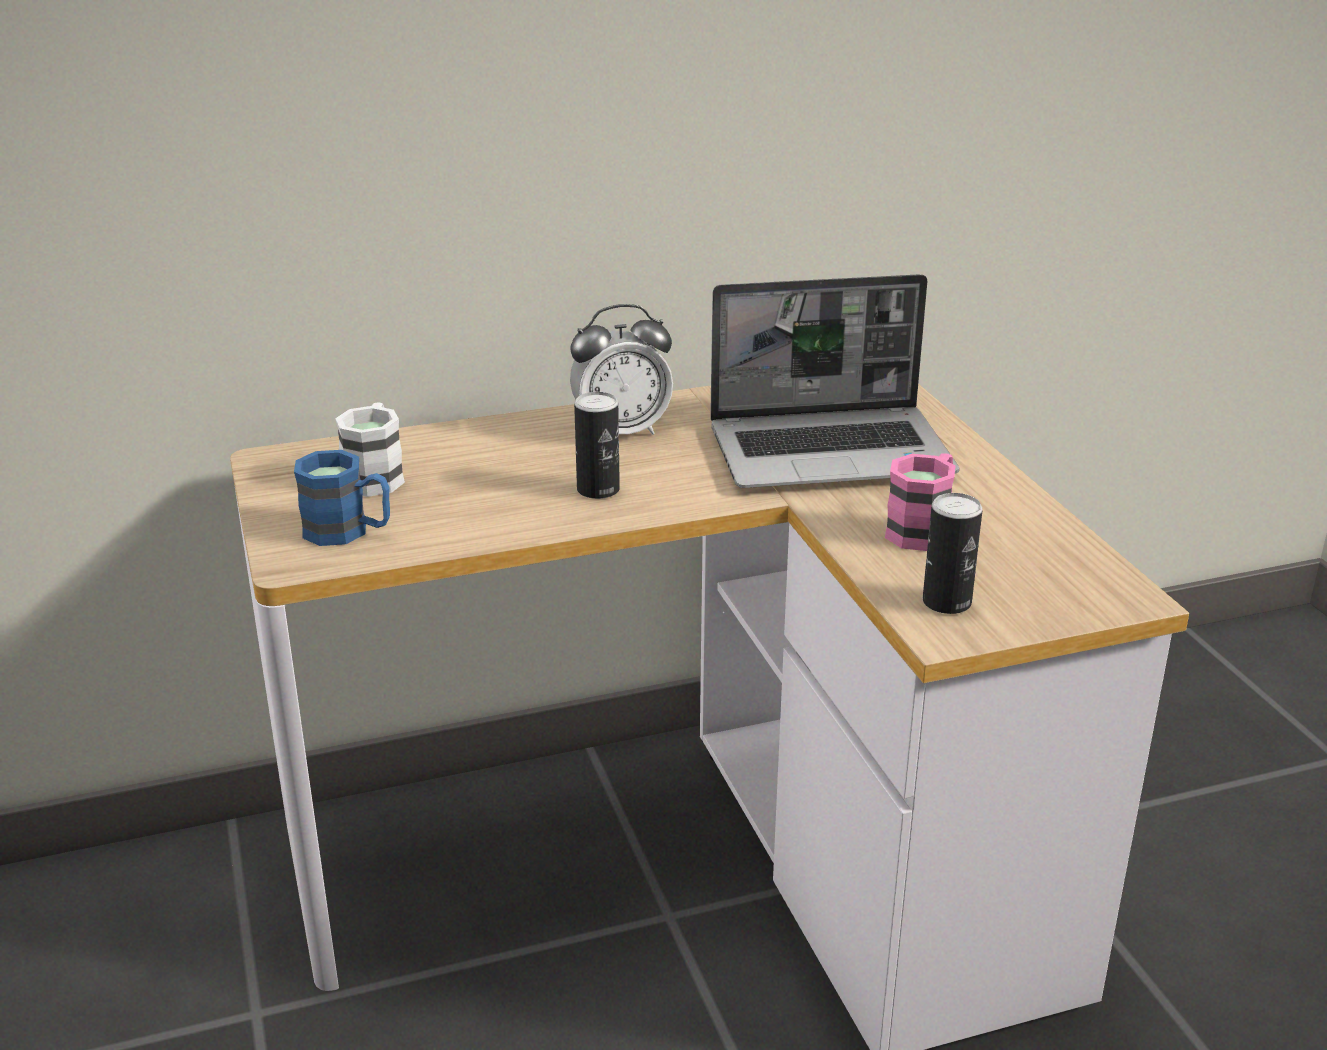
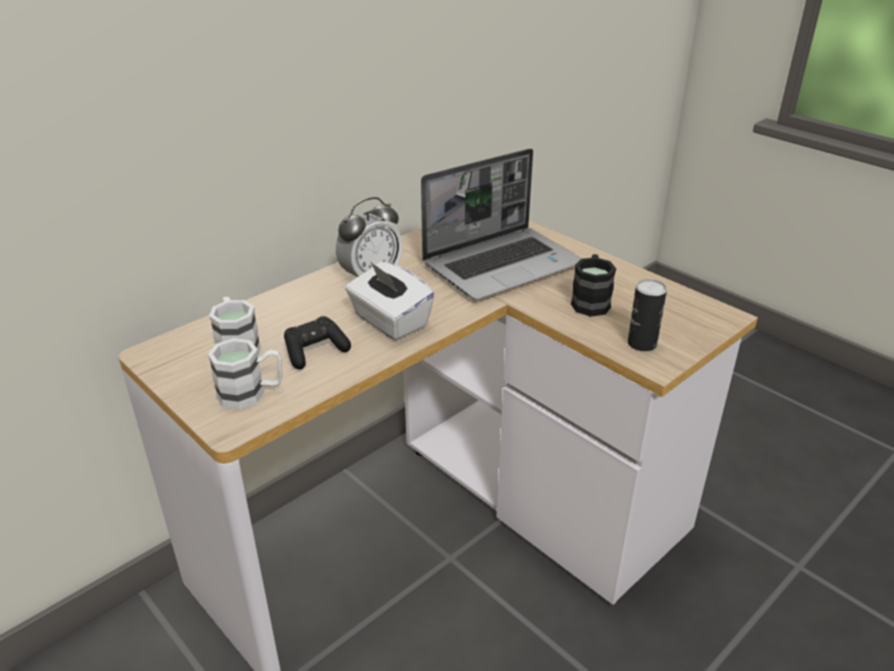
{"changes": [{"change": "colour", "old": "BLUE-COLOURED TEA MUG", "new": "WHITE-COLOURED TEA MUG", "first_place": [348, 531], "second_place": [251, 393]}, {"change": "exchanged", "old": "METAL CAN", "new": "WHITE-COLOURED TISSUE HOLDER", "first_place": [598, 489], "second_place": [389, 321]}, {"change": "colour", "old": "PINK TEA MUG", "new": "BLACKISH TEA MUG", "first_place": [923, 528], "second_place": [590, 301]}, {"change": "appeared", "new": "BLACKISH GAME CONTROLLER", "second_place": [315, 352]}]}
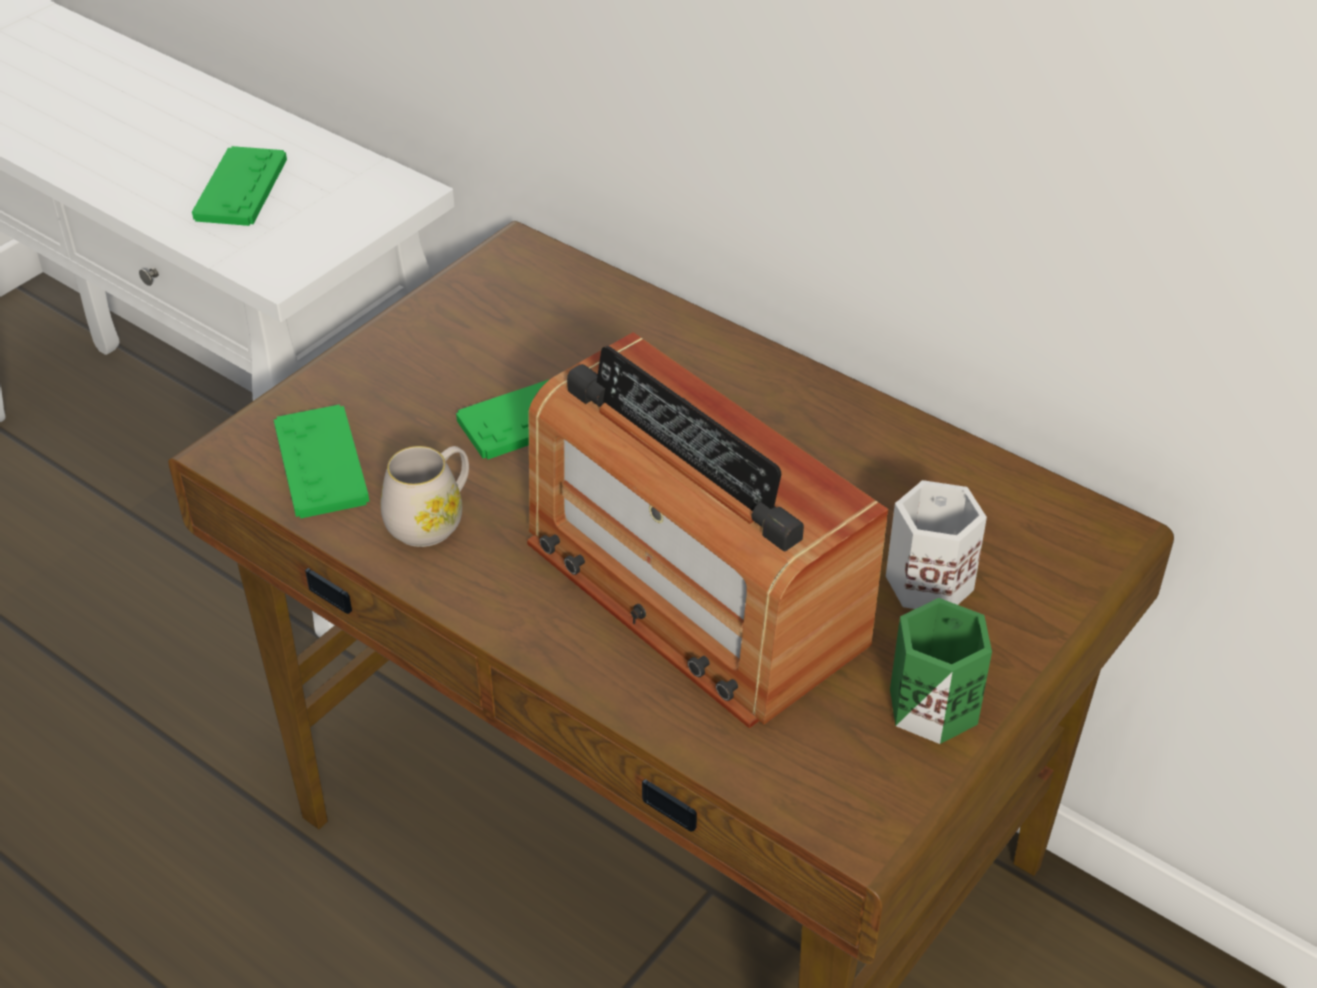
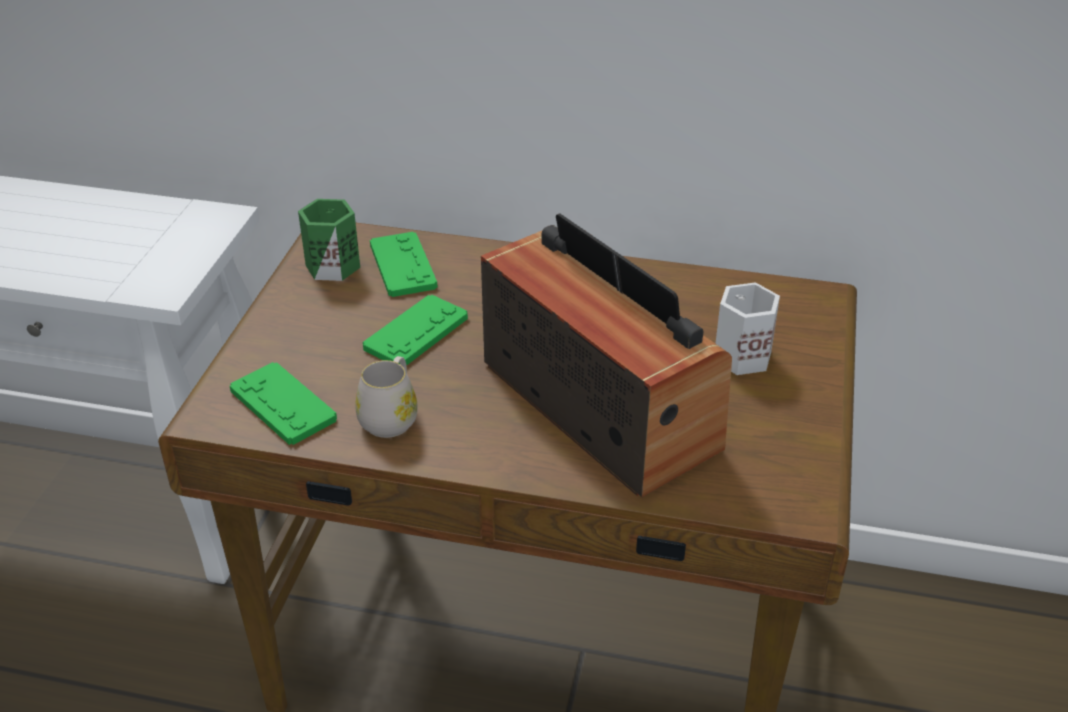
{"changes": [{"change": "relocated", "old": "GREEN GAME CONTROLLER", "first_place": [241, 188], "second_place": [403, 266]}, {"change": "spun", "old": "RADIO SET", "first_place": [693, 590], "second_place": [600, 406], "degrees": -150}, {"change": "relocated", "old": "GREEN TEA MUG", "first_place": [932, 702], "second_place": [331, 265]}]}
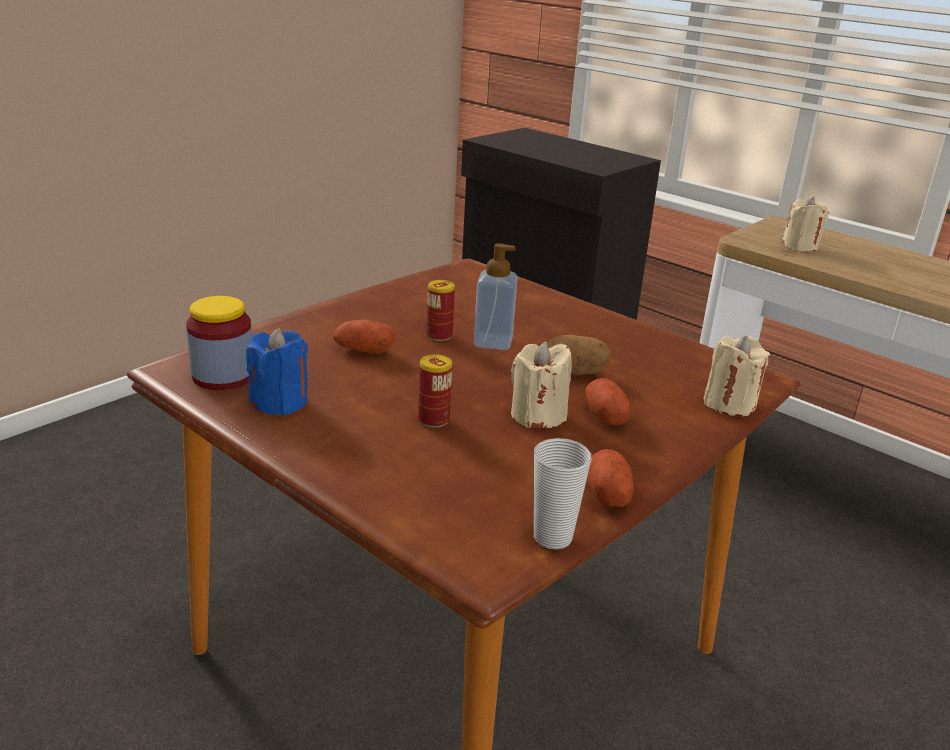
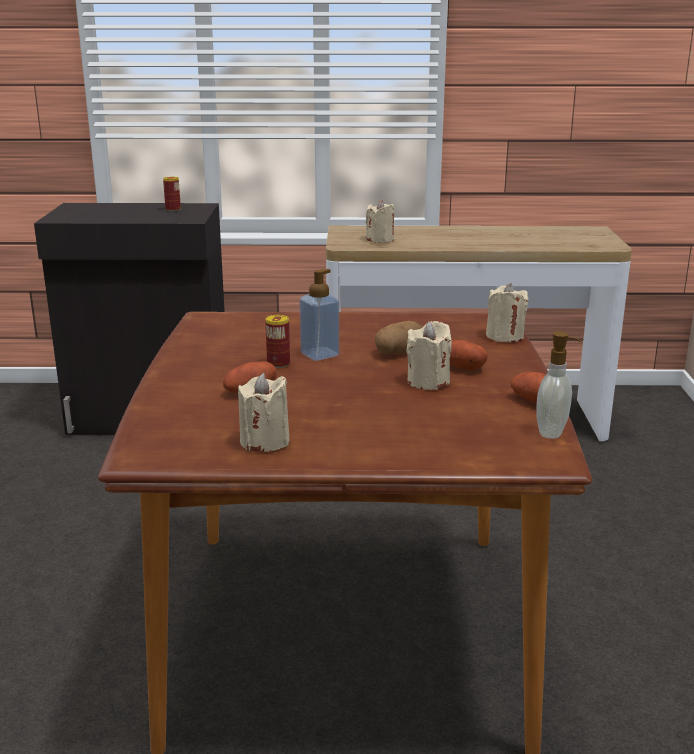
{"changes": [{"change": "missing", "old": "JAR", "first_place": [223, 376]}, {"change": "colour", "old": "BLUE-COLOURED WAX CANDLE", "new": "BEIGE WAX CANDLE", "first_place": [280, 402], "second_place": [264, 441]}, {"change": "relocated", "old": "METAL CAN", "first_place": [434, 420], "second_place": [173, 209]}, {"change": "exchanged", "old": "DRINKING CUP", "new": "LIQUID SOAP BOTTLE", "first_place": [552, 537], "second_place": [553, 432]}]}
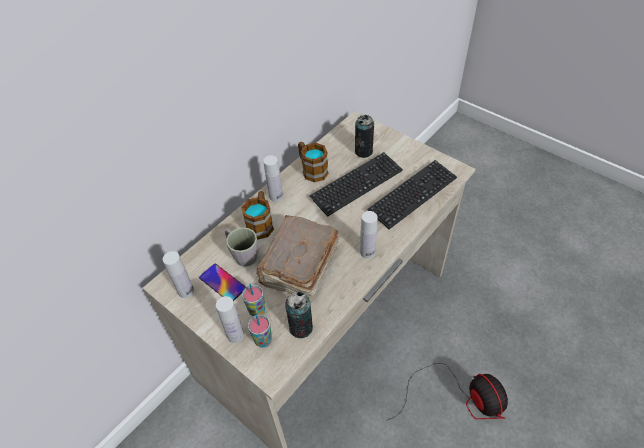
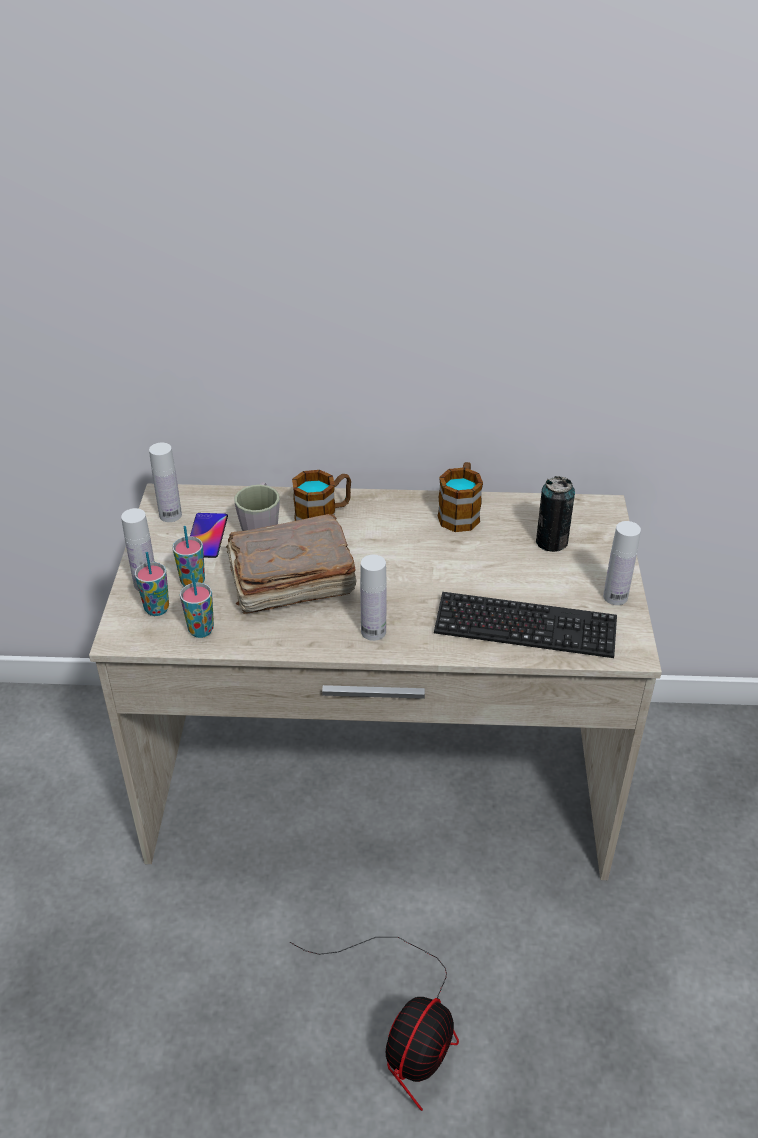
{"changes": [{"change": "relocated", "old": "WHITE-COLOURED BEVERAGE BOTTLE", "first_place": [276, 196], "second_place": [615, 597]}, {"change": "exchanged", "old": "METAL CAN", "new": "DRINKING CUP", "first_place": [301, 328], "second_place": [201, 630]}, {"change": "missing", "old": "COMPUTER KEYBOARD", "first_place": [357, 185]}]}
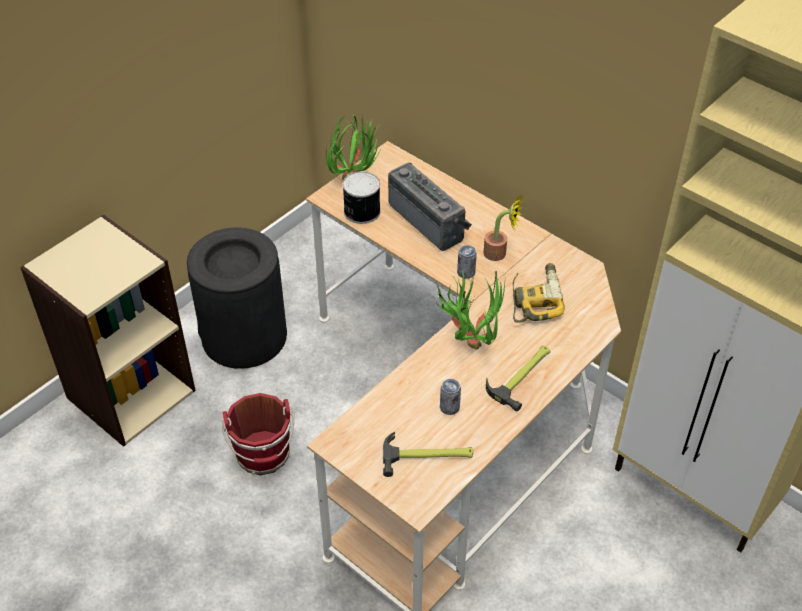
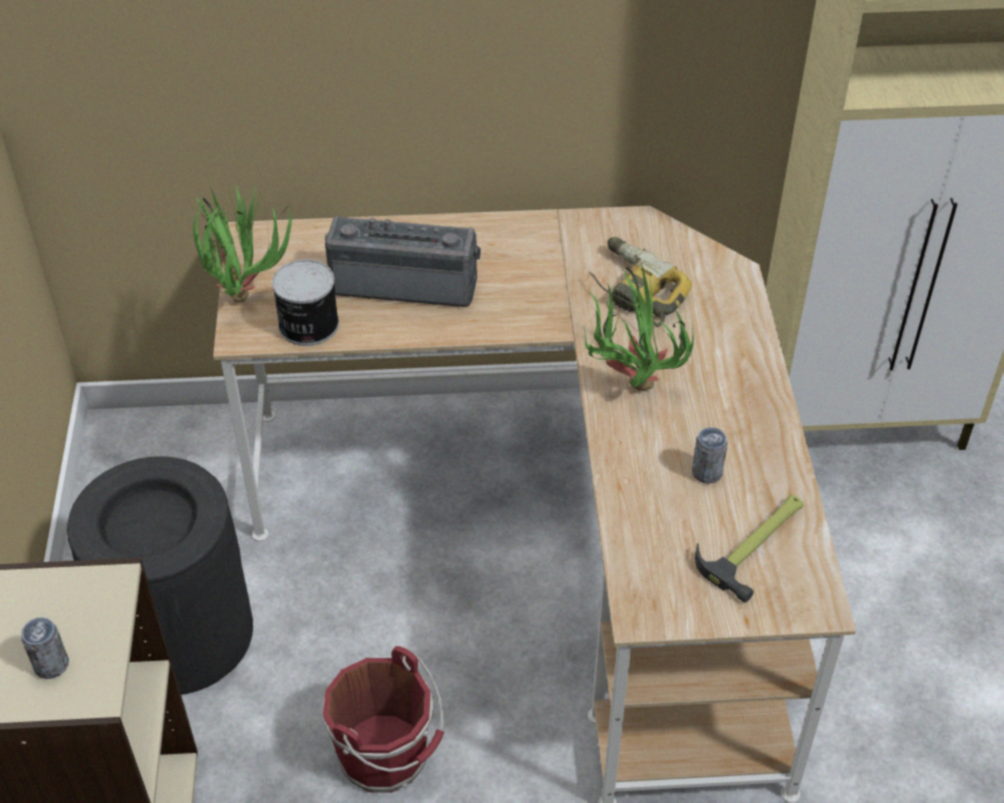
{"changes": [{"change": "relocated", "old": "METAL CAN", "first_place": [466, 273], "second_place": [51, 665]}, {"change": "missing", "old": "HOUSEPLANT", "first_place": [499, 254]}, {"change": "missing", "old": "TOOL HAMMER", "first_place": [522, 376]}]}
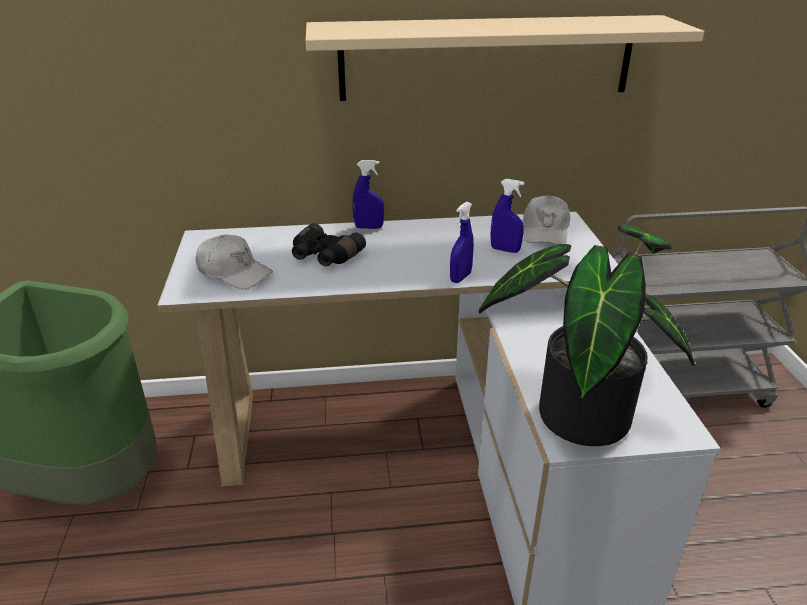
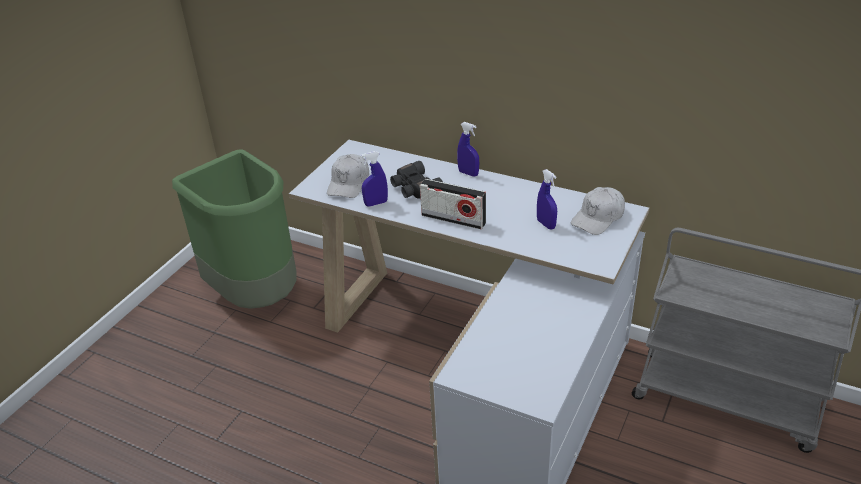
{"changes": [{"change": "spun", "old": "WHITE-COLOURED PEAKED CAP", "first_place": [234, 272], "second_place": [349, 183], "degrees": 45}, {"change": "missing", "old": "BEIGE WALL SHELF", "first_place": [487, 58]}, {"change": "relocated", "old": "BLUE-COLOURED HAND SPRAYER", "first_place": [460, 277], "second_place": [376, 203]}, {"change": "missing", "old": "HOUSEPLANT", "first_place": [576, 410]}, {"change": "appeared", "new": "RADIO SET", "second_place": [453, 219]}]}
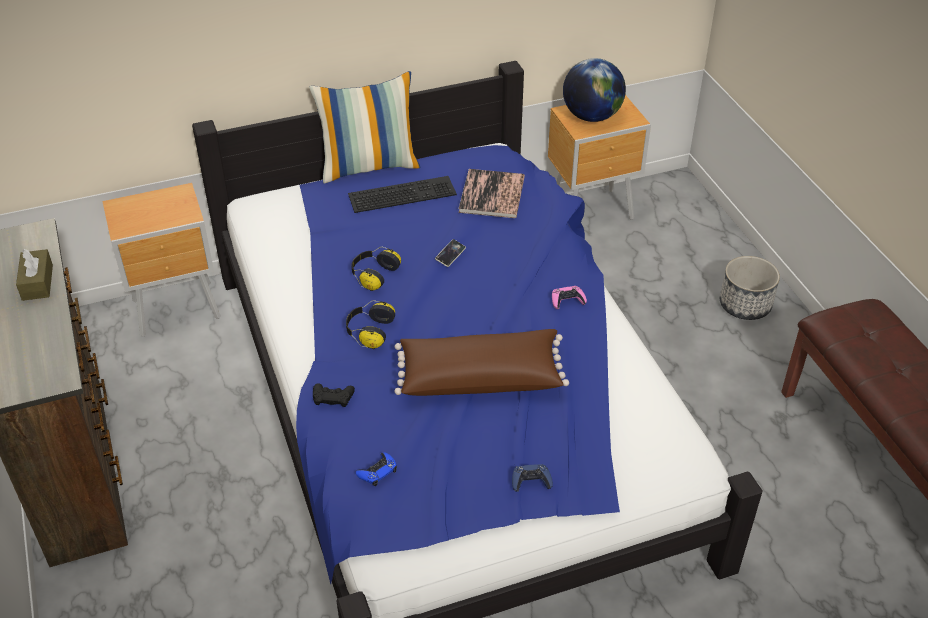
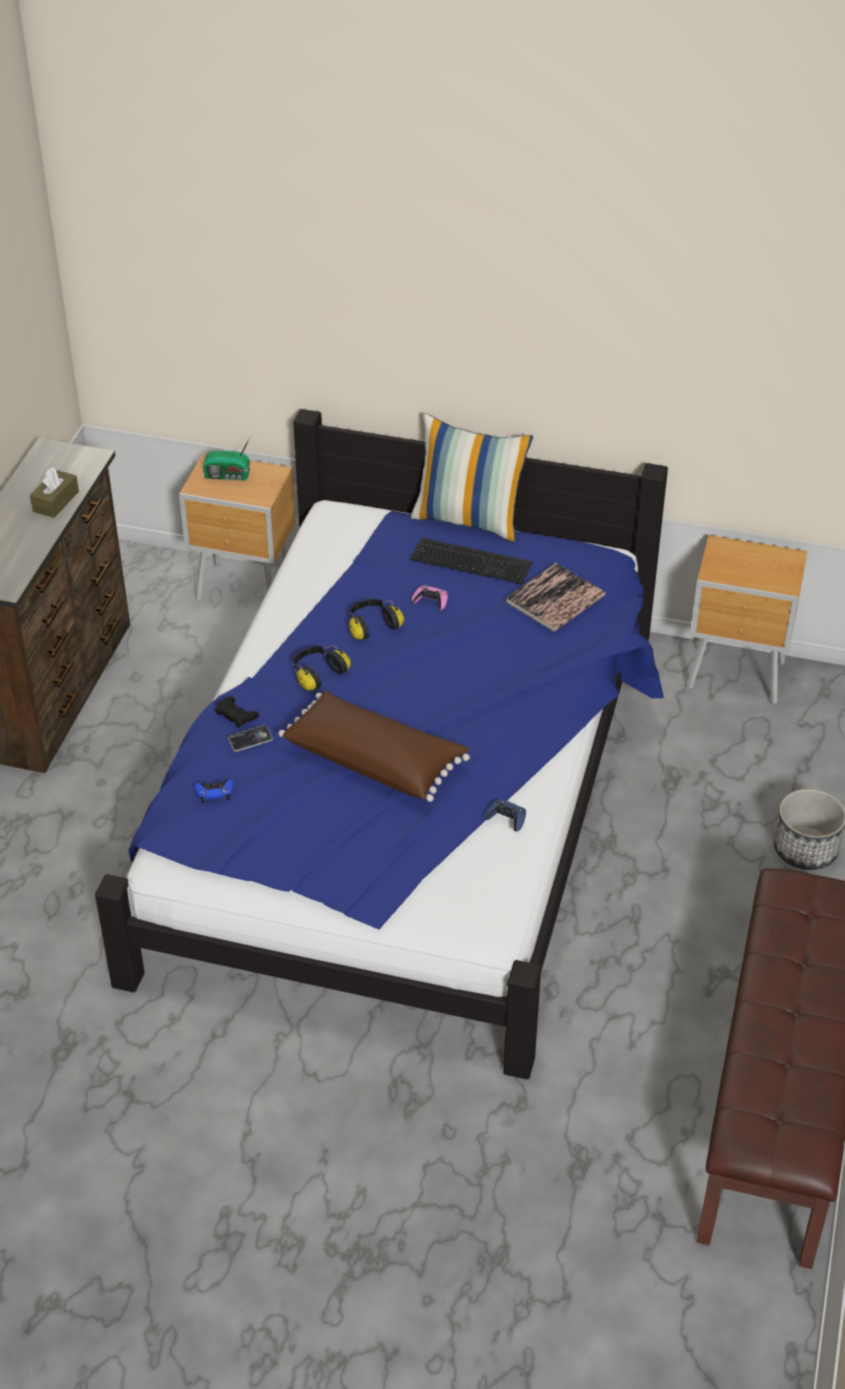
{"changes": [{"change": "relocated", "old": "HANDSET", "first_place": [450, 255], "second_place": [250, 740]}, {"change": "relocated", "old": "BLUE-COLOURED GAME CONTROLLER", "first_place": [531, 481], "second_place": [506, 818]}, {"change": "relocated", "old": "PINK GAME CONTROLLER", "first_place": [567, 300], "second_place": [430, 601]}, {"change": "missing", "old": "WORLD GLOBE", "first_place": [591, 116]}, {"change": "appeared", "new": "RADIO SET", "second_place": [228, 476]}]}
